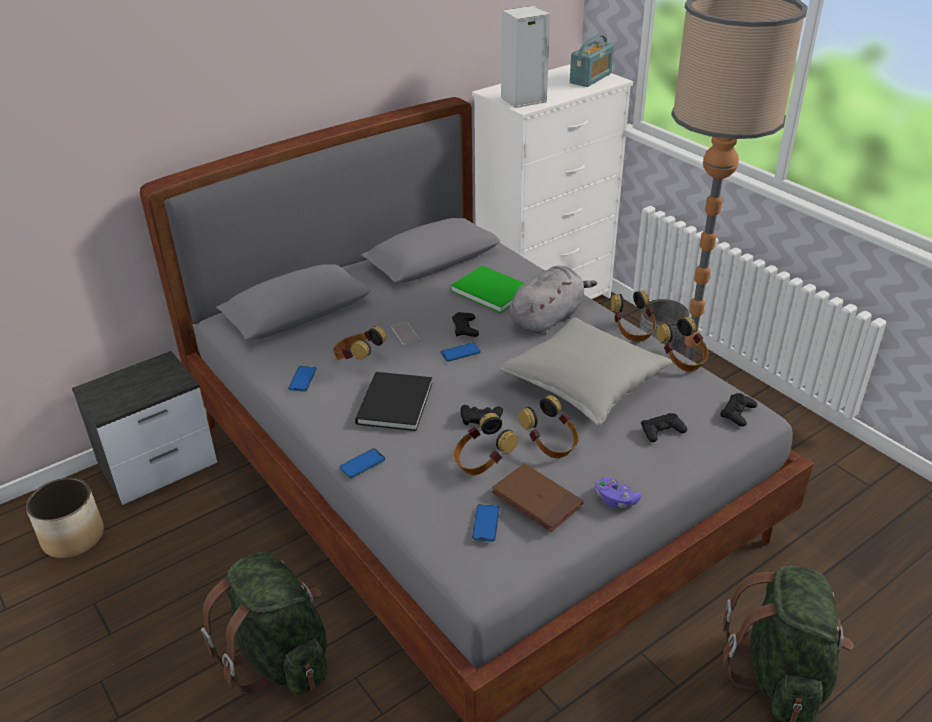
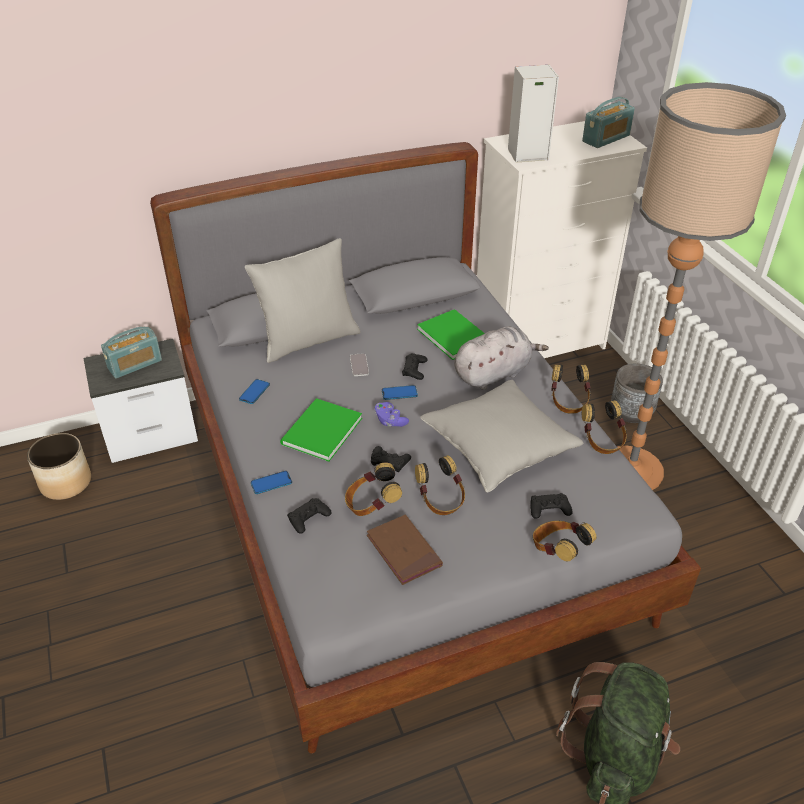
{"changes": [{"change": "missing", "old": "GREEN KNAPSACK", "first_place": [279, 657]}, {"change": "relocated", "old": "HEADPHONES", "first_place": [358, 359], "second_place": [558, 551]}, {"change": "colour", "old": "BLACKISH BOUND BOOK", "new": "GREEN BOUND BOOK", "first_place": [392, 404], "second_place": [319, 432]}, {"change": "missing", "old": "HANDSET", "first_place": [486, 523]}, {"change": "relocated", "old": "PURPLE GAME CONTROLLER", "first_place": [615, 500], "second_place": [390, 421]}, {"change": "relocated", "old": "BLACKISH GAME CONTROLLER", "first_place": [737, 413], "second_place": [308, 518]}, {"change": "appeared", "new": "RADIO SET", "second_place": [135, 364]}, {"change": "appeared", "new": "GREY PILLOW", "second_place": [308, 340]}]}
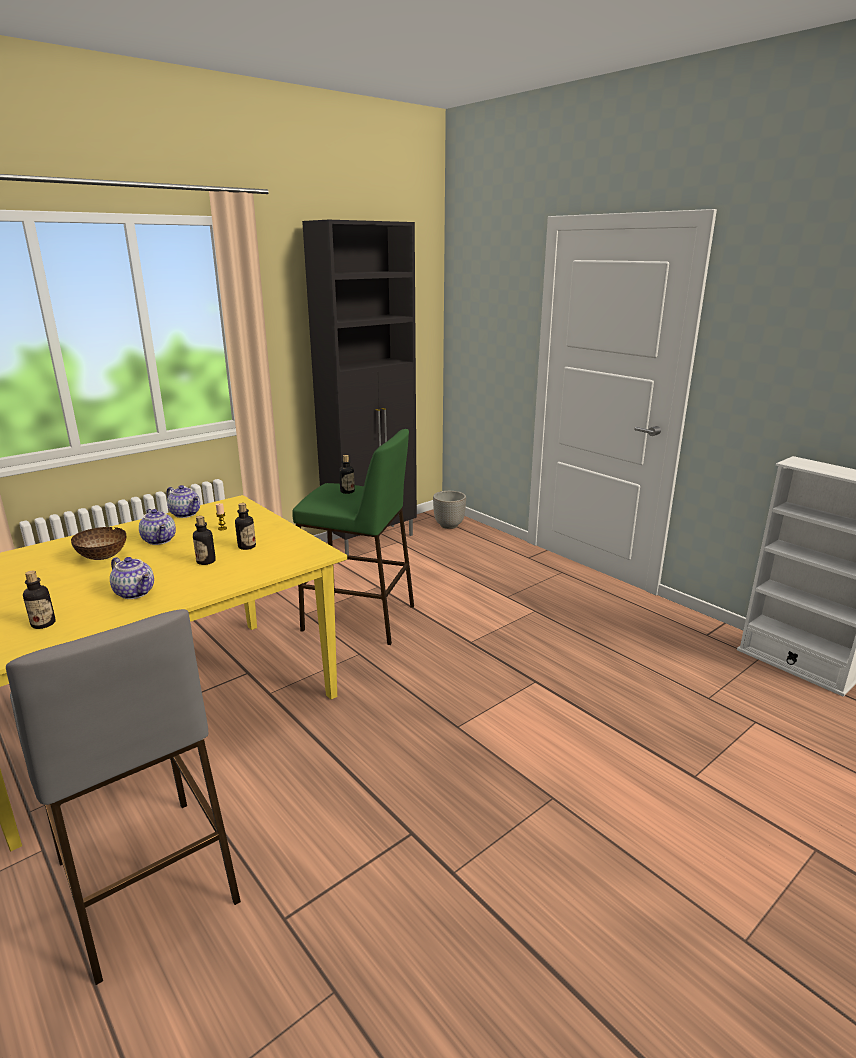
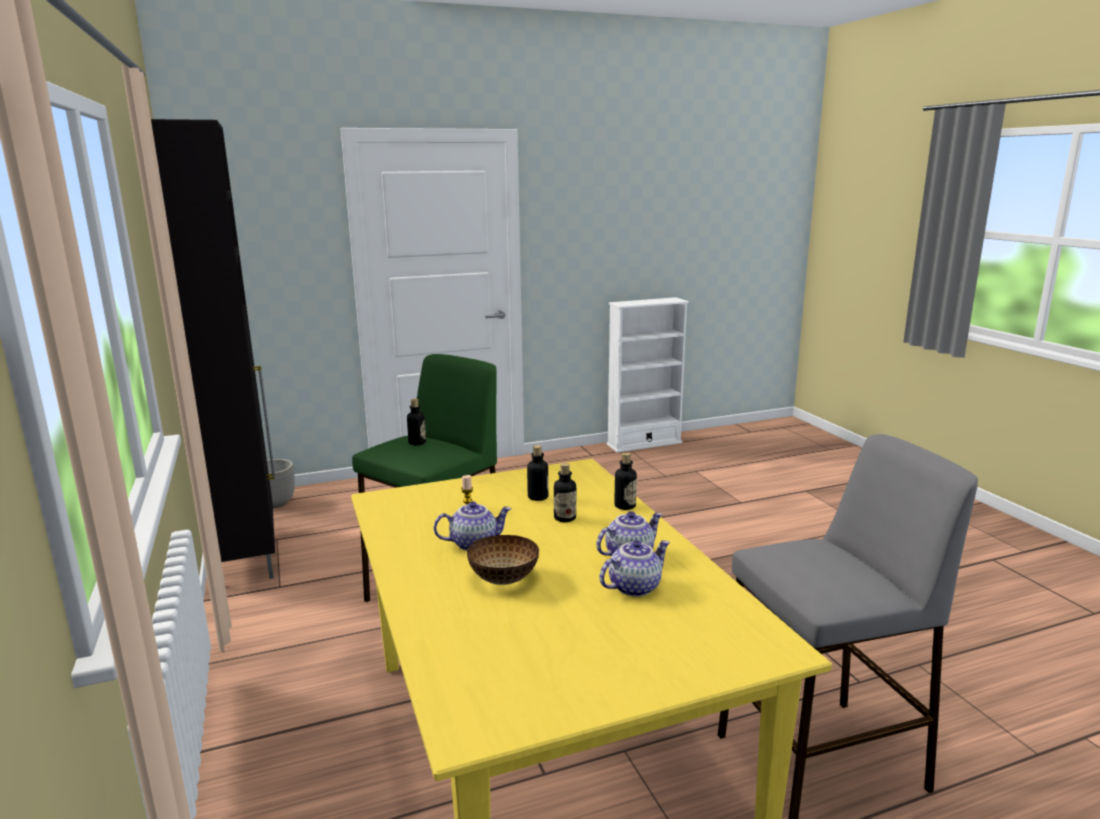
{"changes": [{"change": "relocated", "old": "BEVERAGE BOTTLE", "first_place": [43, 624], "second_place": [625, 506]}, {"change": "relocated", "old": "POT FOR TEA", "first_place": [186, 514], "second_place": [634, 587]}]}
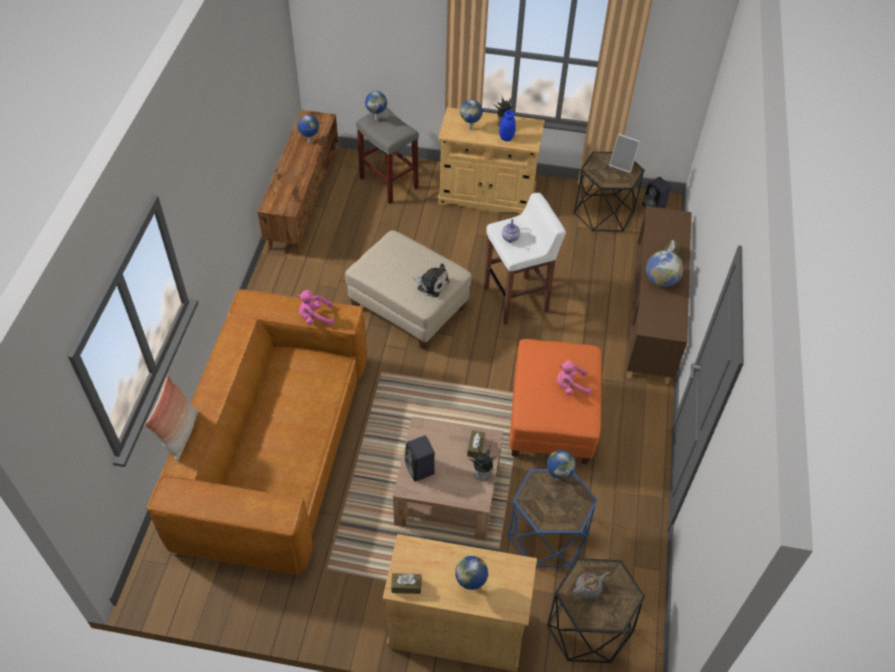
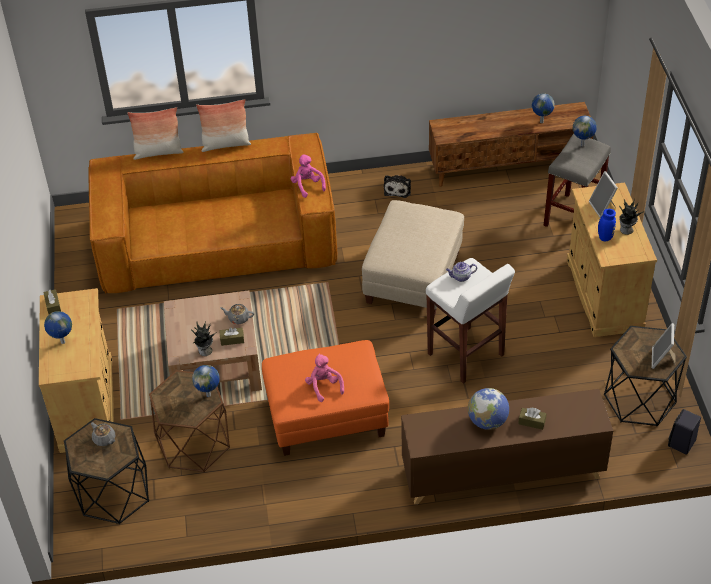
{"changes": [{"change": "missing", "old": "BLACKISH AUDIO SPEAKER", "first_place": [420, 469]}, {"change": "relocated", "old": "SOFT TOY", "first_place": [431, 284], "second_place": [398, 189]}, {"change": "exchanged", "old": "WORLD GLOBE", "new": "PICTURE FRAME", "first_place": [470, 128], "second_place": [603, 208]}, {"change": "colour", "old": "BLUE-COLOURED SIDE TABLE", "new": "BROWN SIDE TABLE", "first_place": [546, 536], "second_place": [194, 443]}, {"change": "appeared", "new": "PILLOW", "second_place": [225, 144]}, {"change": "appeared", "new": "GREY POT FOR TEA", "second_place": [238, 318]}]}
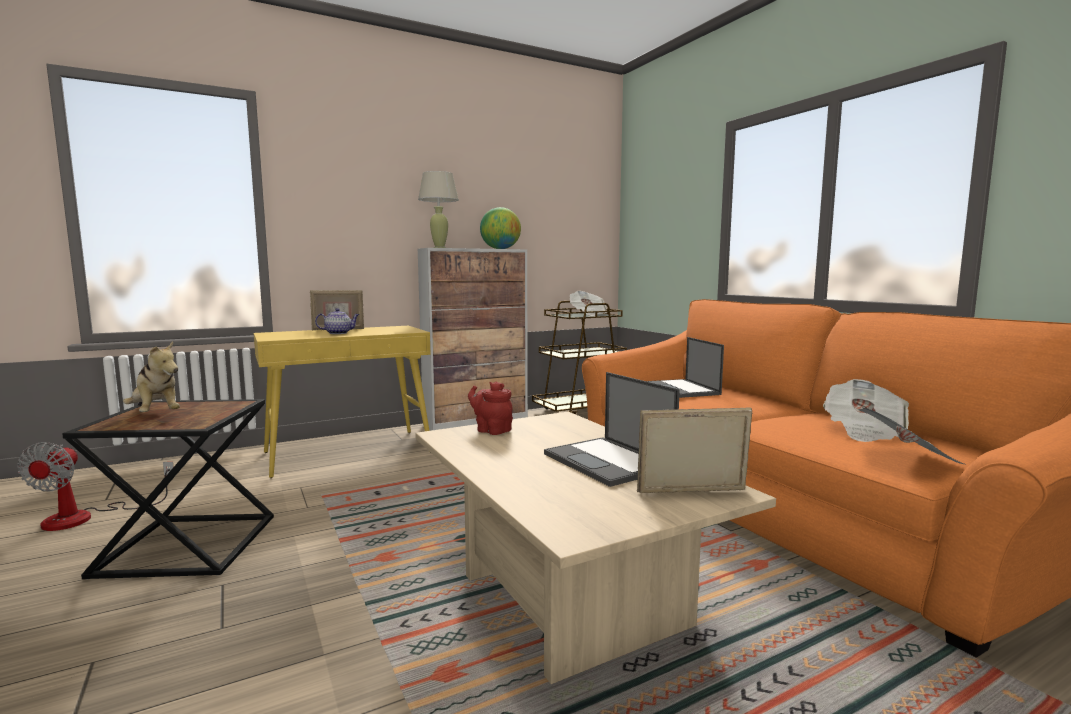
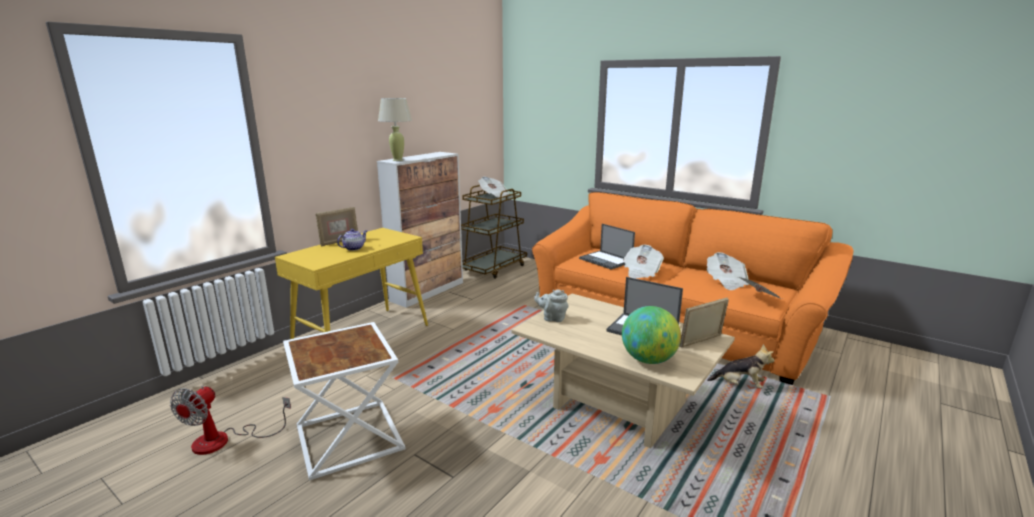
{"changes": [{"change": "spun", "old": "COOLING FAN", "first_place": [86, 517], "second_place": [224, 440], "degrees": 45}, {"change": "colour", "old": "BLACKISH SIDE TABLE", "new": "WHITE-COLOURED SIDE TABLE", "first_place": [187, 545], "second_place": [347, 437]}, {"change": "relocated", "old": "SOFT TOY", "first_place": [156, 414], "second_place": [739, 385]}, {"change": "colour", "old": "RED-COLOURED POT FOR TEA", "new": "GREY POT FOR TEA", "first_place": [491, 430], "second_place": [552, 318]}, {"change": "relocated", "old": "WORLD GLOBE", "first_place": [500, 249], "second_place": [648, 360]}, {"change": "appeared", "new": "DAILY PAPER", "second_place": [641, 272]}]}
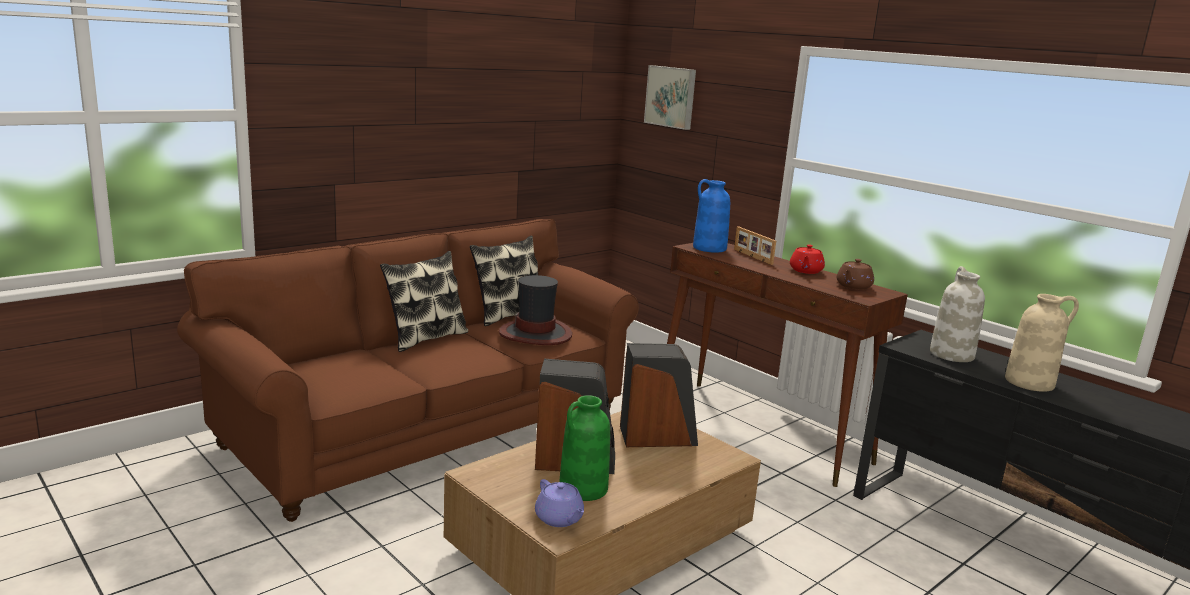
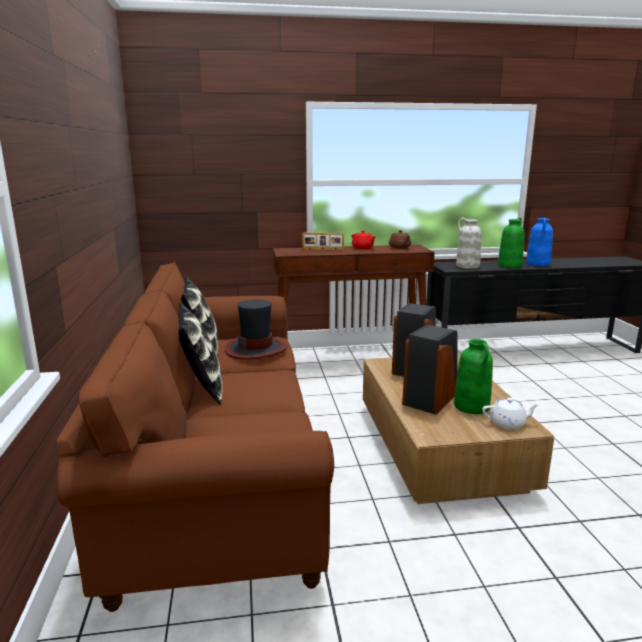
{"changes": [{"change": "colour", "old": "PURPLE POT FOR TEA", "new": "WHITE-COLOURED POT FOR TEA", "first_place": [559, 519], "second_place": [508, 423]}, {"change": "missing", "old": "WALL PICTURE", "first_place": [671, 97]}, {"change": "relocated", "old": "BLUE-COLOURED DECORATIVE VASE", "first_place": [709, 248], "second_place": [538, 264]}, {"change": "colour", "old": "BEIGE DECORATIVE VASE", "new": "GREEN DECORATIVE VASE", "first_place": [1030, 382], "second_place": [509, 265]}]}
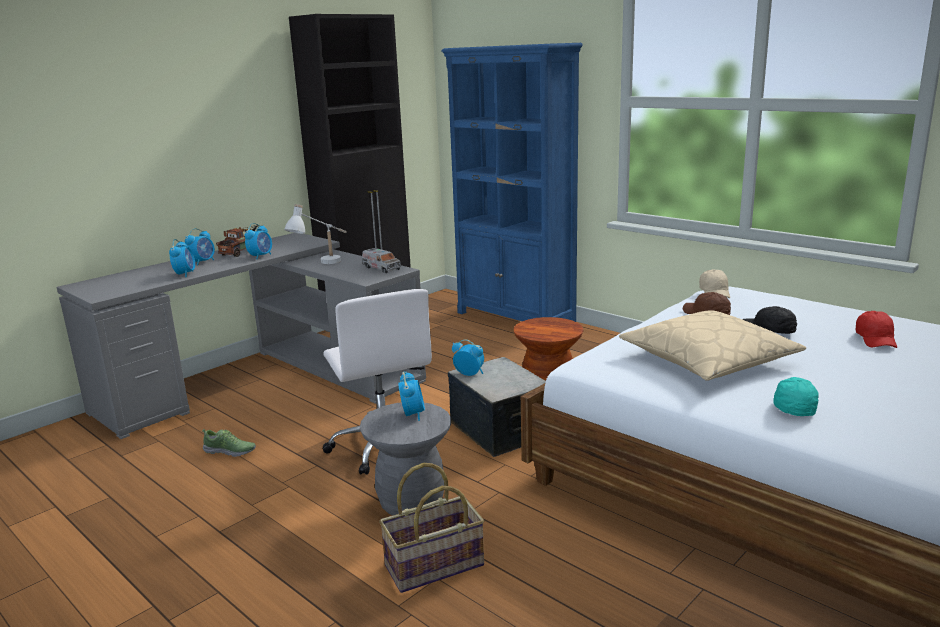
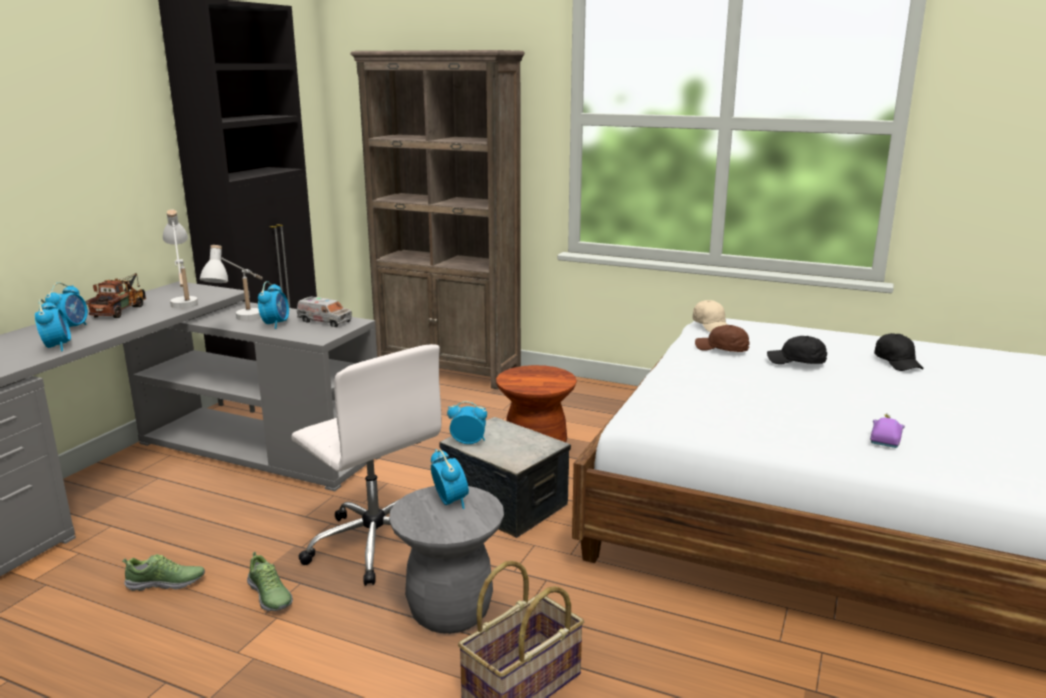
{"changes": [{"change": "relocated", "old": "ALARM CLOCK", "first_place": [261, 256], "second_place": [276, 324]}, {"change": "colour", "old": "BLUE-COLOURED BOOKSHELF", "new": "BROWN BOOKSHELF", "first_place": [515, 319], "second_place": [449, 370]}, {"change": "missing", "old": "BEIGE PILLOW", "first_place": [708, 360]}, {"change": "exchanged", "old": "BLUE-GREEN PEAKED CAP", "new": "PURPLE MODEL CAR", "first_place": [793, 406], "second_place": [884, 441]}, {"change": "colour", "old": "RED-COLOURED PEAKED CAP", "new": "BLACKISH PEAKED CAP", "first_place": [876, 339], "second_place": [897, 362]}, {"change": "appeared", "new": "WHITE-COLOURED LAMP FOR A TABLE", "second_place": [184, 299]}, {"change": "appeared", "new": "LOW SHOE", "second_place": [270, 596]}]}
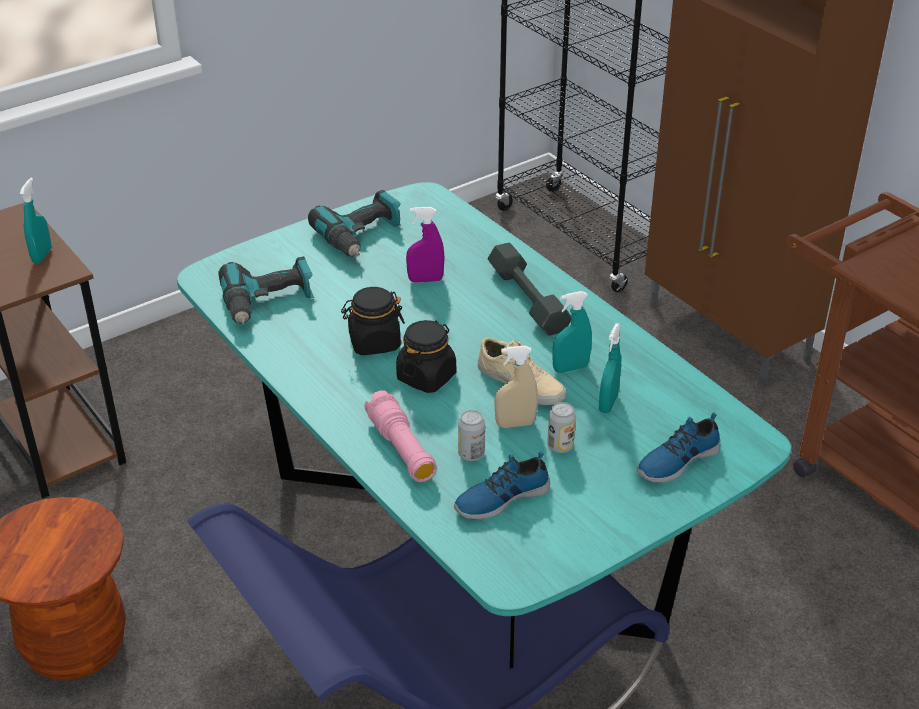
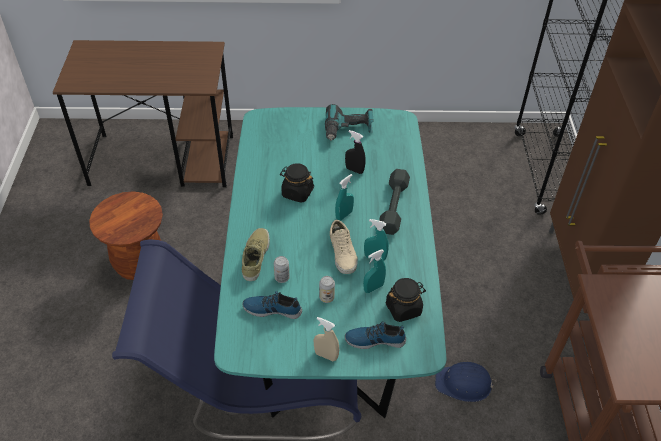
{"changes": [{"change": "relocated", "old": "BLUE-GREEN HAND SPRAYER", "first_place": [42, 255], "second_place": [344, 215]}, {"change": "missing", "old": "POWER DRILL", "first_place": [268, 302]}, {"change": "exchanged", "old": "PINK TORCH", "new": "BEIGE LOW SHOE", "first_place": [401, 448], "second_place": [254, 256]}, {"change": "relocated", "old": "BLACKISH JAR", "first_place": [426, 377], "second_place": [403, 308]}, {"change": "colour", "old": "PURPLE HAND SPRAYER", "new": "BLACKISH HAND SPRAYER", "first_place": [425, 280], "second_place": [354, 170]}, {"change": "relocated", "old": "BEIGE HAND SPRAYER", "first_place": [515, 424], "second_place": [326, 355]}, {"change": "appeared", "new": "BLUE-COLOURED HARD HAT", "second_place": [464, 384]}]}
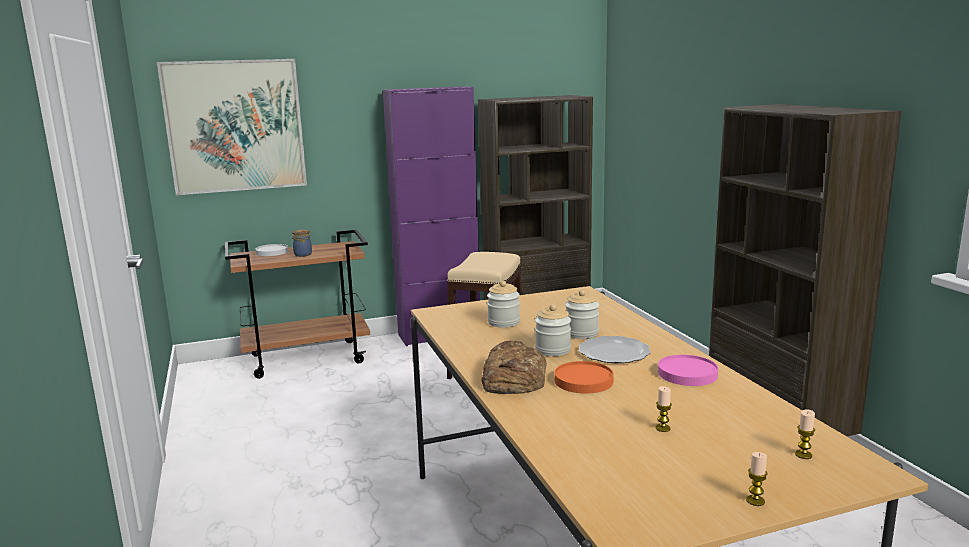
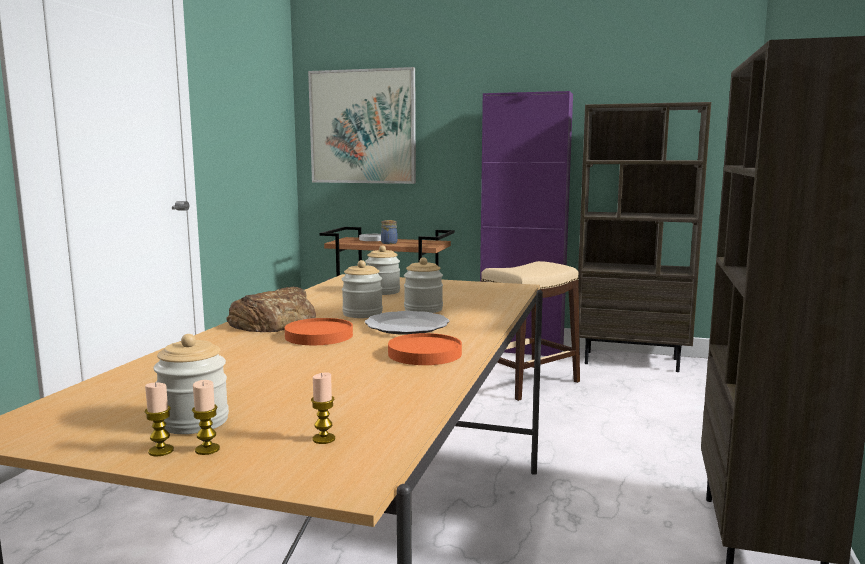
{"changes": [{"change": "relocated", "old": "WAX CANDLE", "first_place": [662, 428], "second_place": [207, 449]}, {"change": "colour", "old": "PINK FLAT DISH", "new": "ORANGEY FLAT DISH", "first_place": [688, 374], "second_place": [425, 354]}, {"change": "appeared", "new": "JAR", "second_place": [194, 422]}]}
